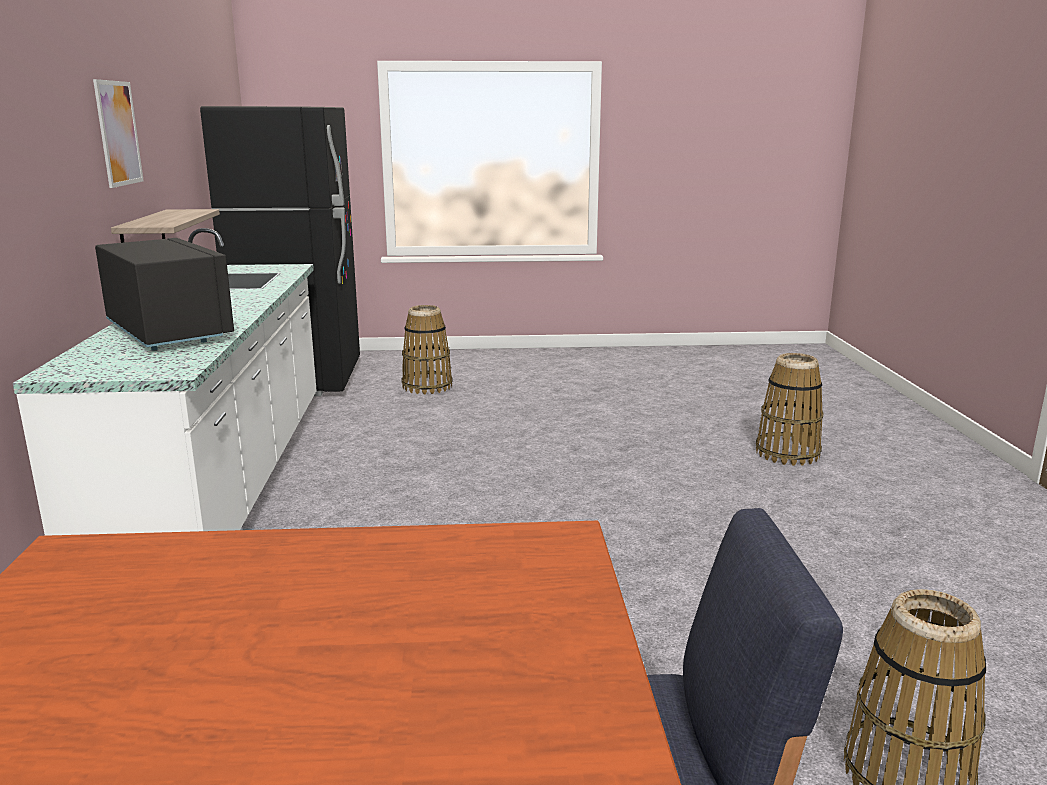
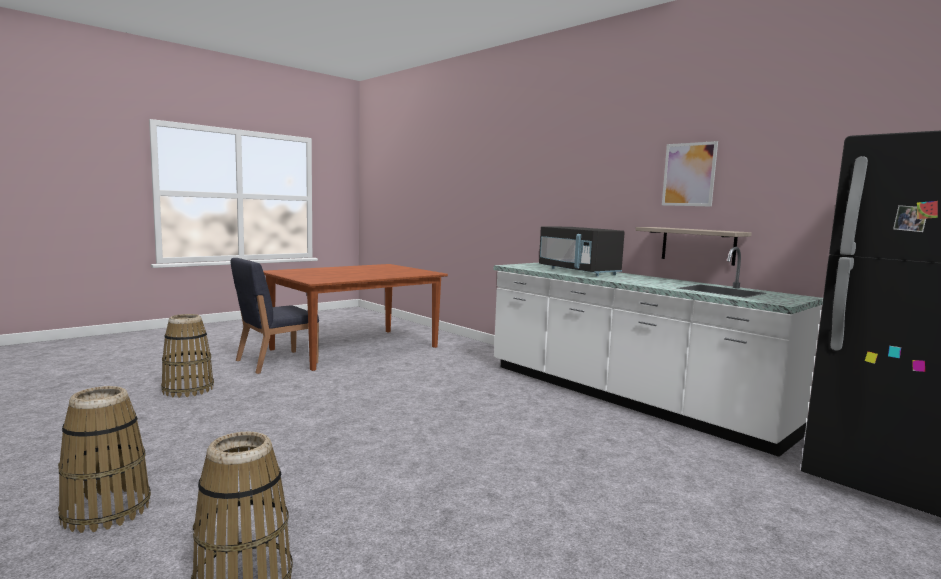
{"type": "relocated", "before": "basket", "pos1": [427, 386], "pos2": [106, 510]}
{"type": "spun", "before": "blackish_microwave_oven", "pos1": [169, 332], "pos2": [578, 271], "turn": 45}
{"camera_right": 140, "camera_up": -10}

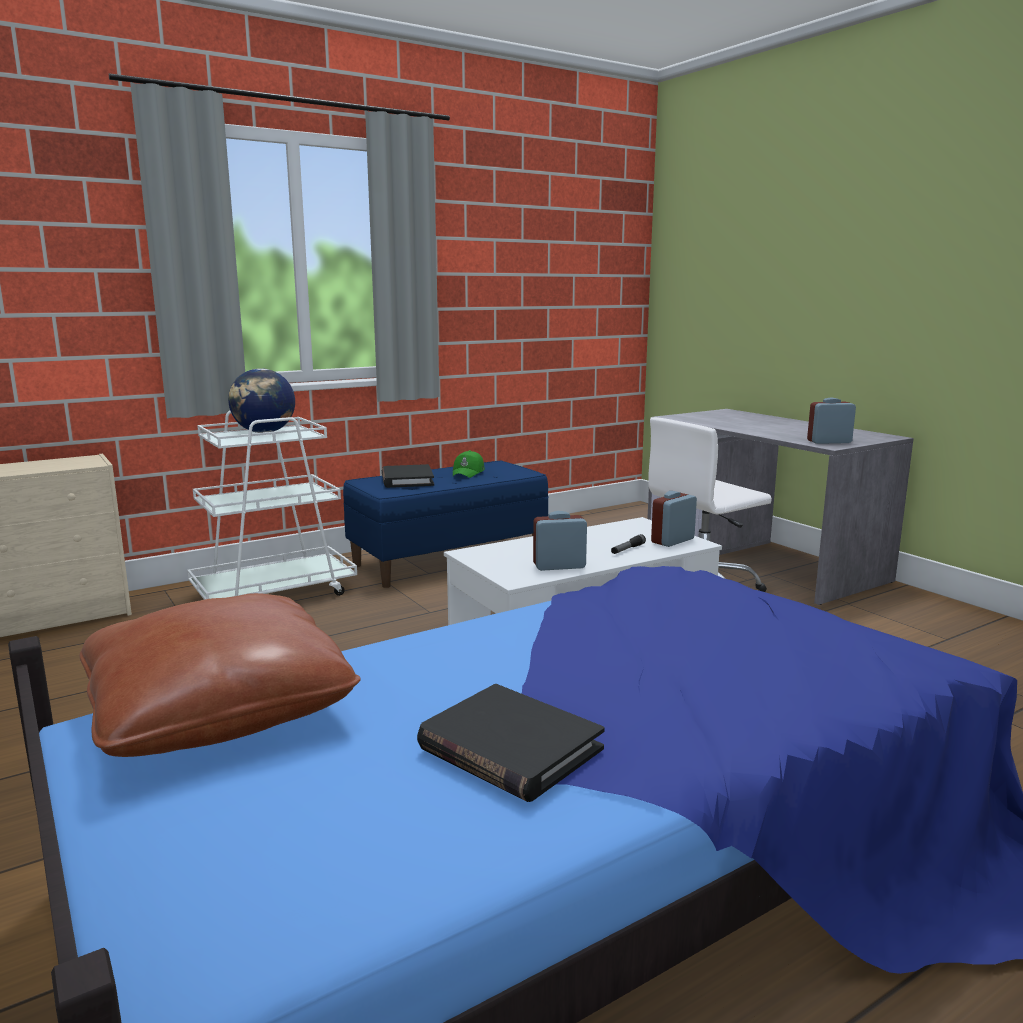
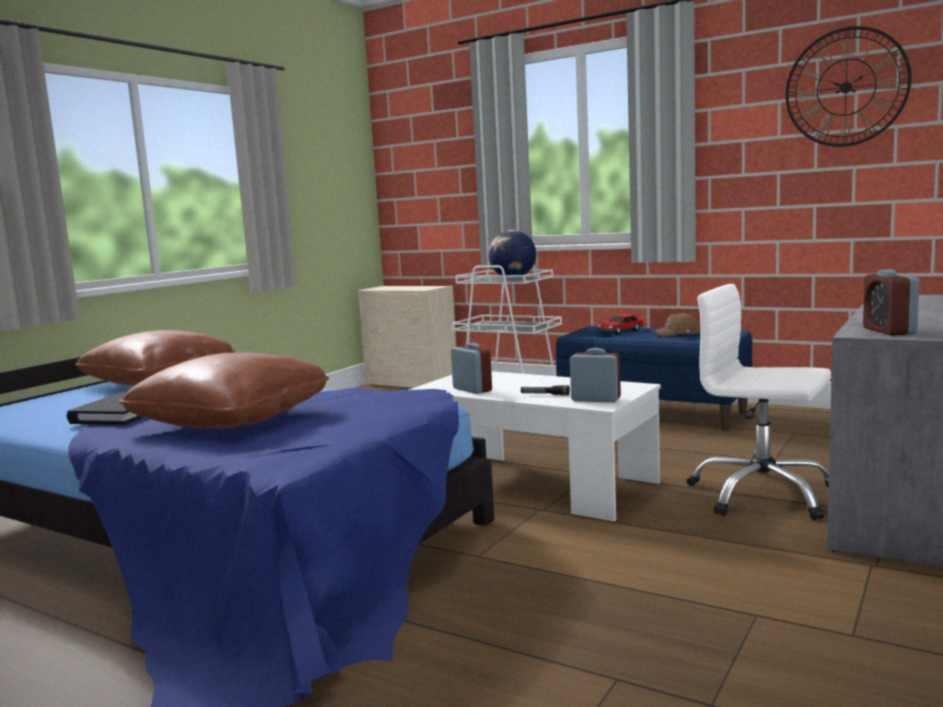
{"type": "appeared", "after": "brownish_cushion", "pos2": [232, 420]}
{"type": "appeared", "after": "hanging_clock", "pos2": [846, 87]}
{"type": "exchanged", "before": "blackish_book", "after": "model_car", "pos1": [407, 480], "pos2": [620, 331]}
{"type": "colour", "before": "green-coloured_baseball_cap", "after": "brownish_baseball_cap", "pos1": [468, 473], "pos2": [679, 334]}
{"type": "spun", "before": "alarm_clock", "pos1": [829, 442], "pos2": [889, 331], "turn": -150}
{"camera_right": 65, "camera_up": -5}

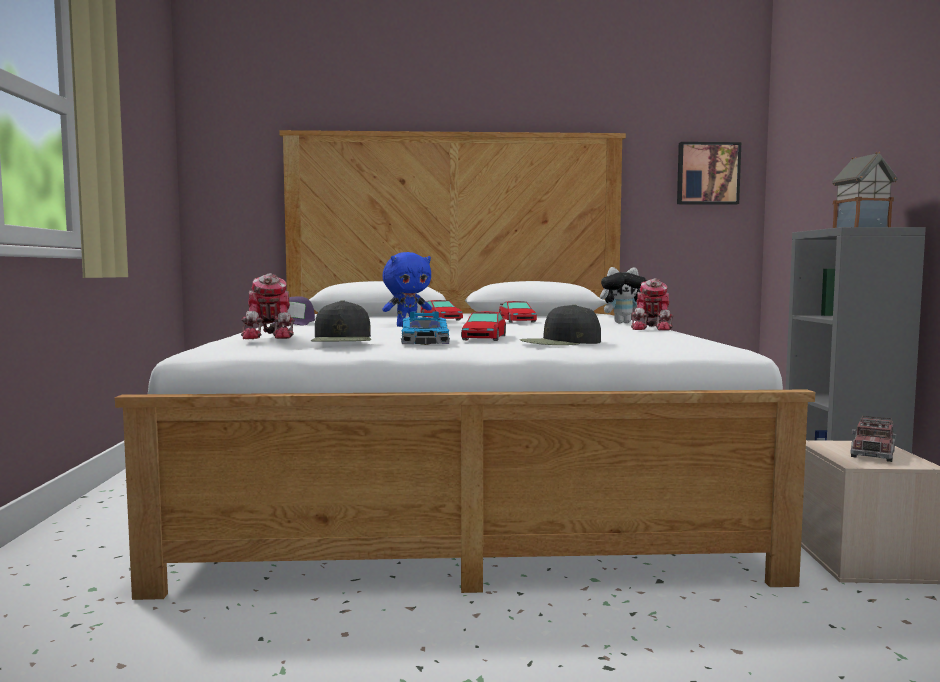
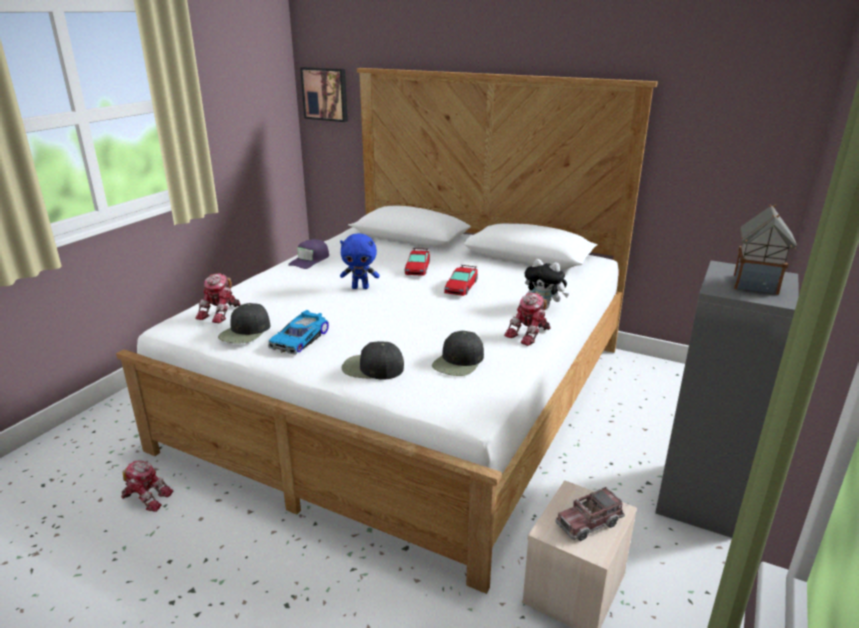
{"type": "missing", "before": "model_car", "pos1": [484, 338]}
{"type": "appeared", "after": "robot_figure", "pos2": [146, 497]}
{"type": "appeared", "after": "blackish_baseball_cap", "pos2": [459, 362]}
{"type": "relocated", "before": "picture", "pos1": [707, 174], "pos2": [325, 94]}
{"camera_right": 30, "camera_up": 20}

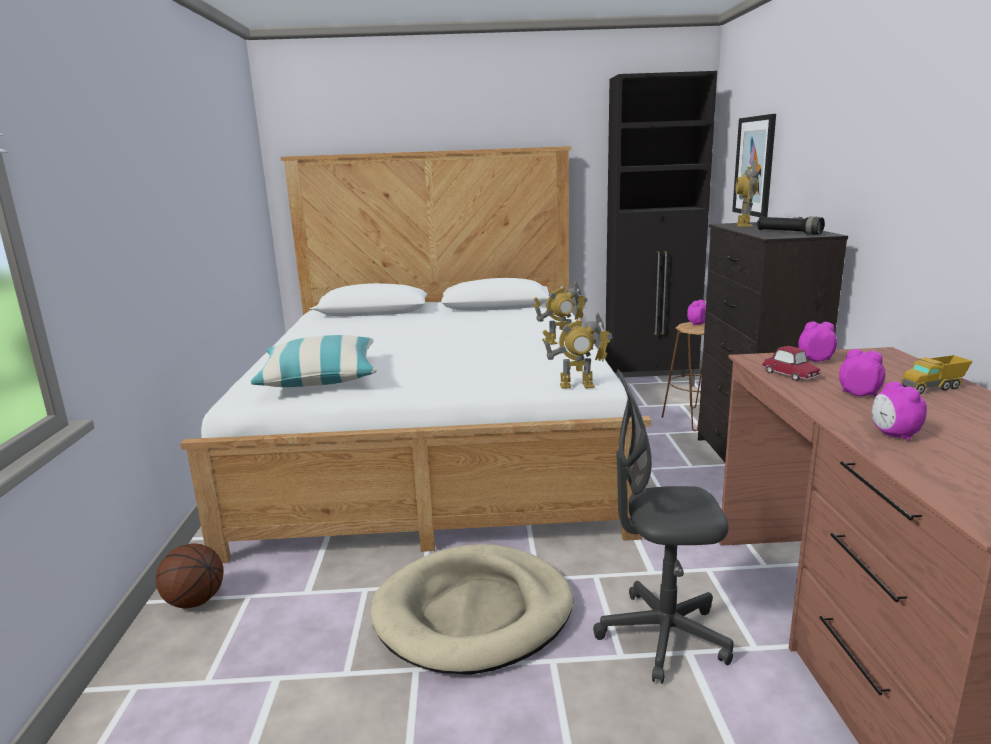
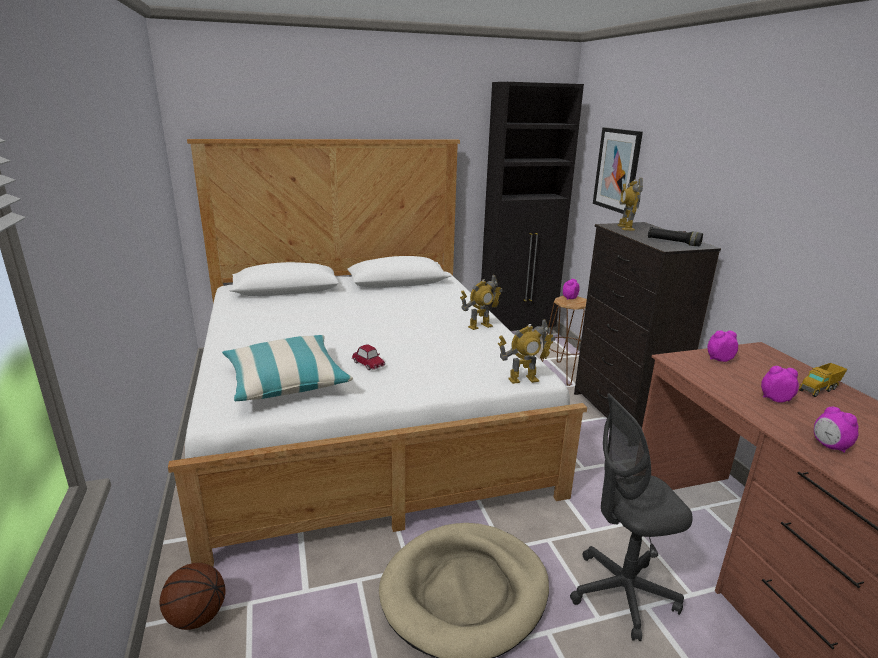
{"type": "relocated", "before": "model_car", "pos1": [790, 374], "pos2": [368, 364]}
{"camera_right": -15, "camera_up": 5}

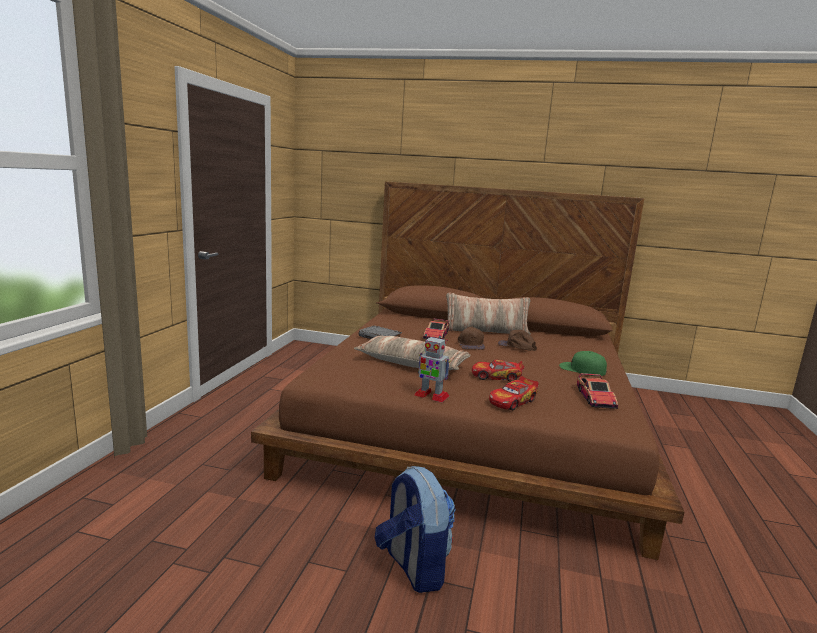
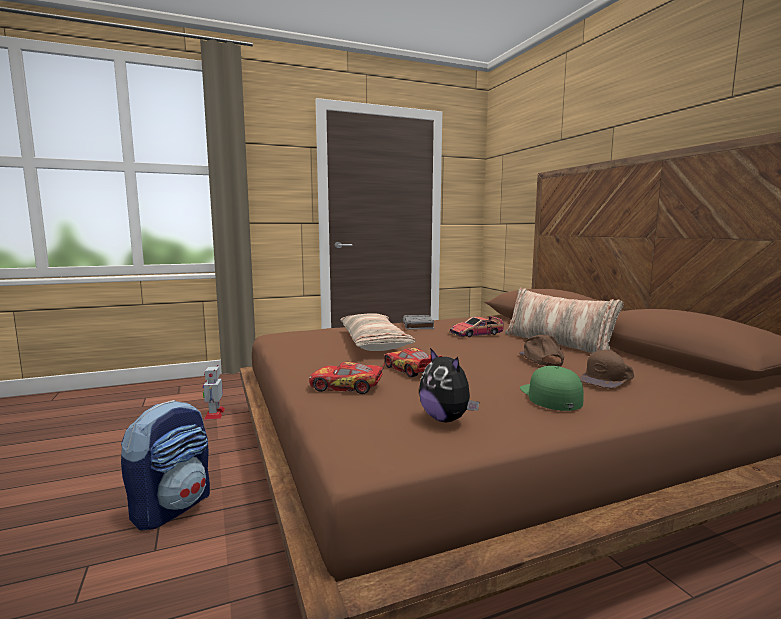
{"type": "relocated", "before": "robot_figure", "pos1": [431, 395], "pos2": [214, 414]}
{"type": "relocated", "before": "brownish_baseball_cap", "pos1": [471, 344], "pos2": [607, 379]}
{"type": "exchanged", "before": "model_car", "after": "cuddly_toy", "pos1": [595, 398], "pos2": [446, 419]}
{"camera_right": 55, "camera_up": -5}

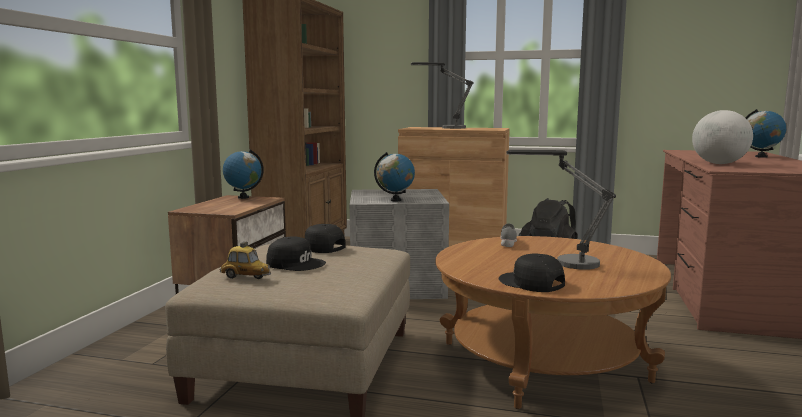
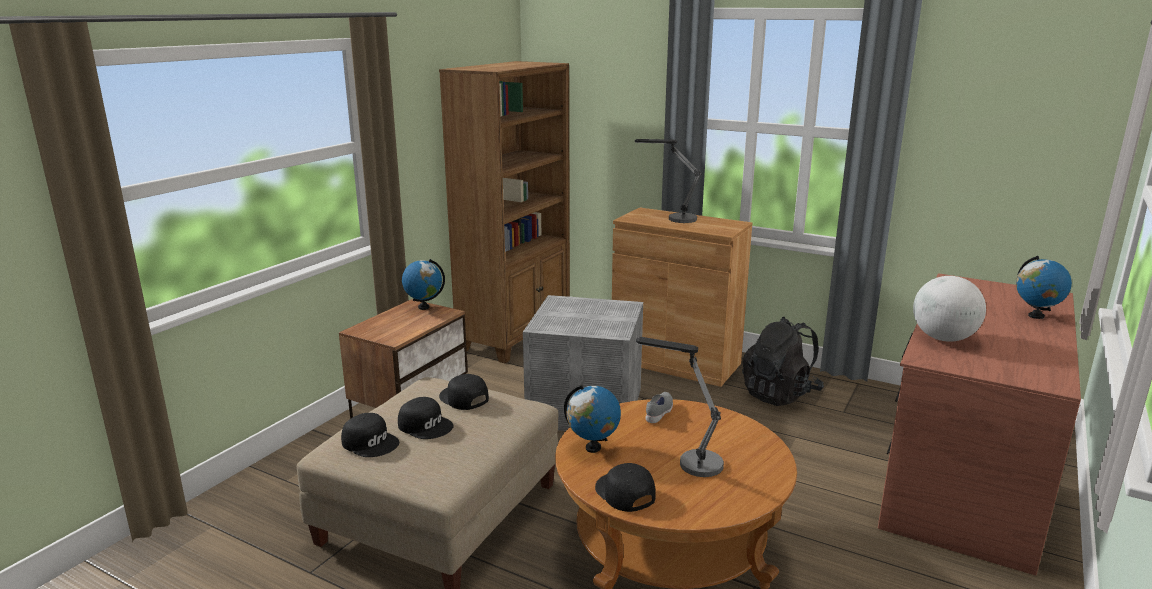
{"type": "relocated", "before": "globe", "pos1": [395, 200], "pos2": [593, 448]}
{"type": "exchanged", "before": "model_car", "after": "blackish_baseball_cap", "pos1": [245, 277], "pos2": [371, 442]}
{"camera_right": 15, "camera_up": 10}

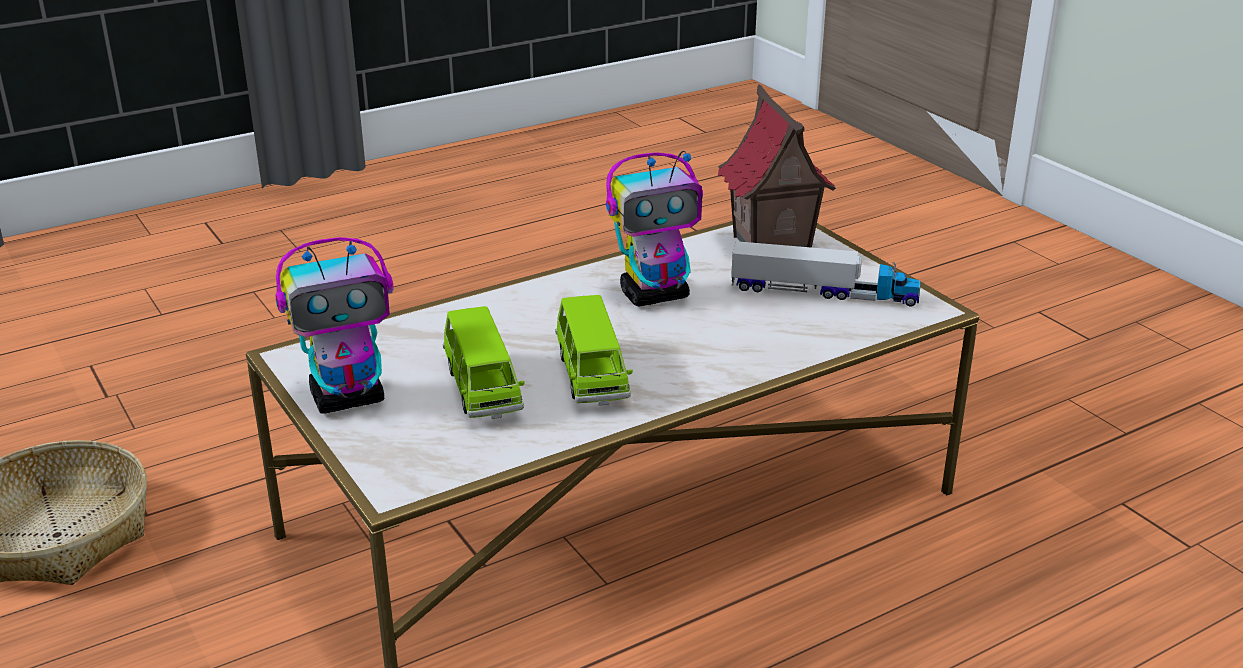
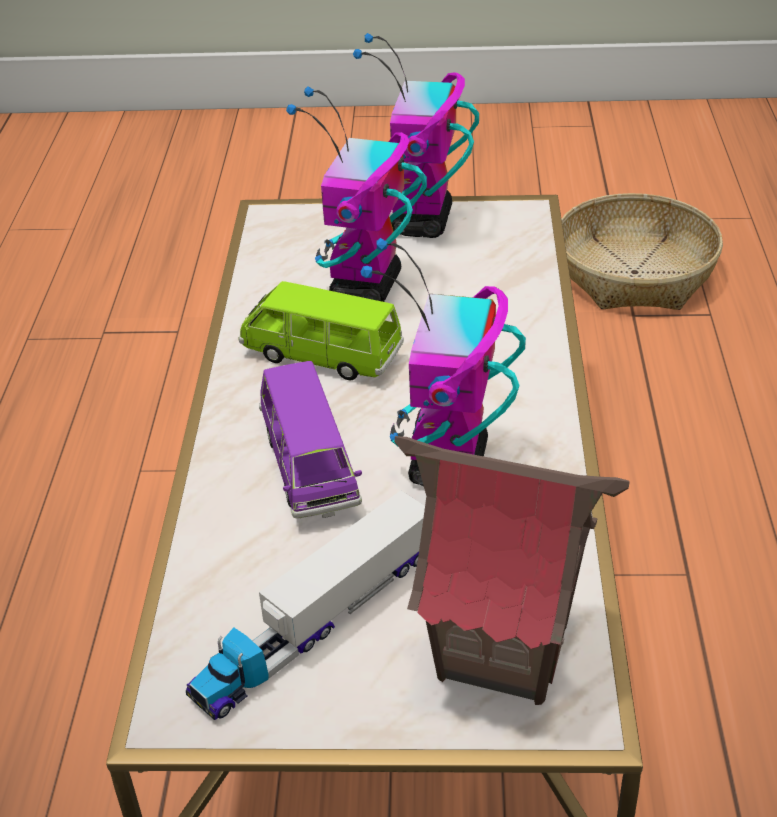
{"type": "appeared", "after": "purple_model_car", "pos2": [309, 467]}
{"type": "exchanged", "before": "green-coloured_model_car", "after": "robot_figure", "pos1": [482, 389], "pos2": [366, 289]}
{"camera_right": 125, "camera_up": 10}

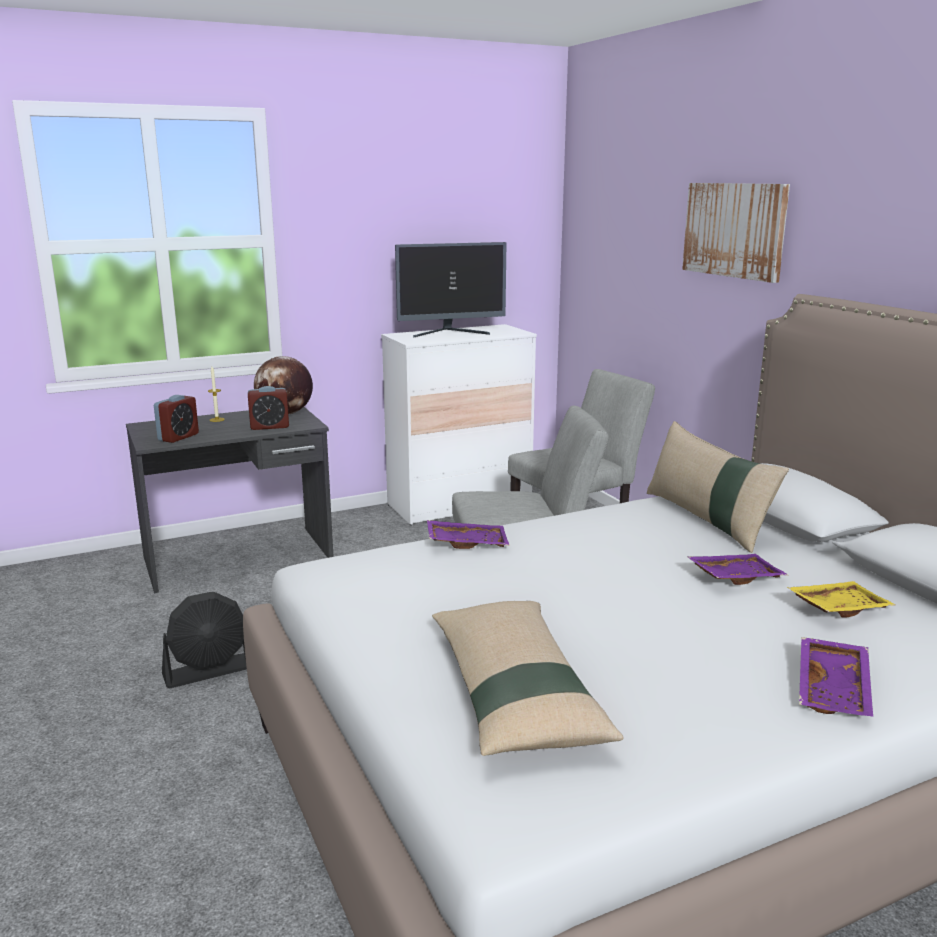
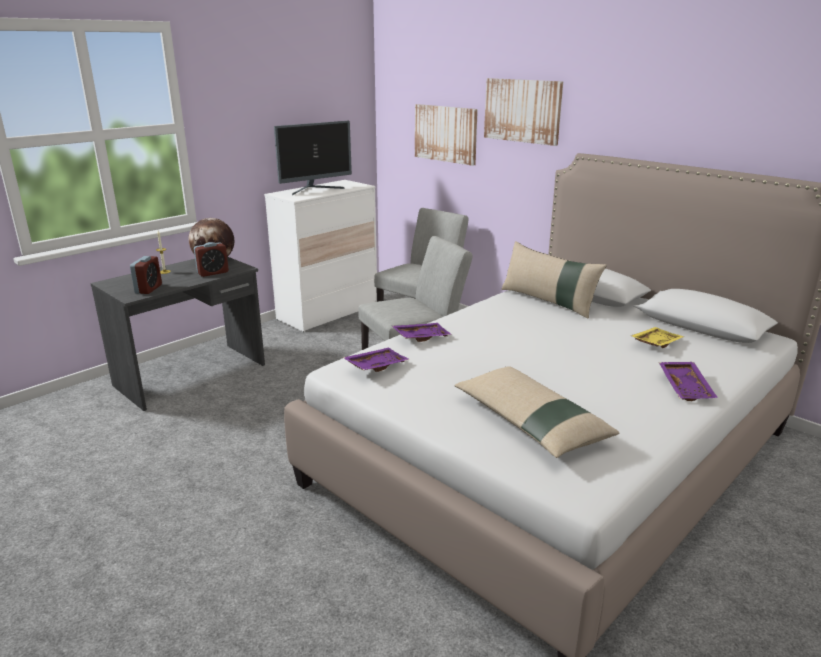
{"type": "missing", "before": "blackish_cooling_fan", "pos1": [210, 671]}
{"type": "appeared", "after": "picture", "pos2": [446, 133]}
{"type": "relocated", "before": "purple_carrying_tray", "pos1": [734, 577], "pos2": [376, 366]}
{"camera_right": -20, "camera_up": 5}

